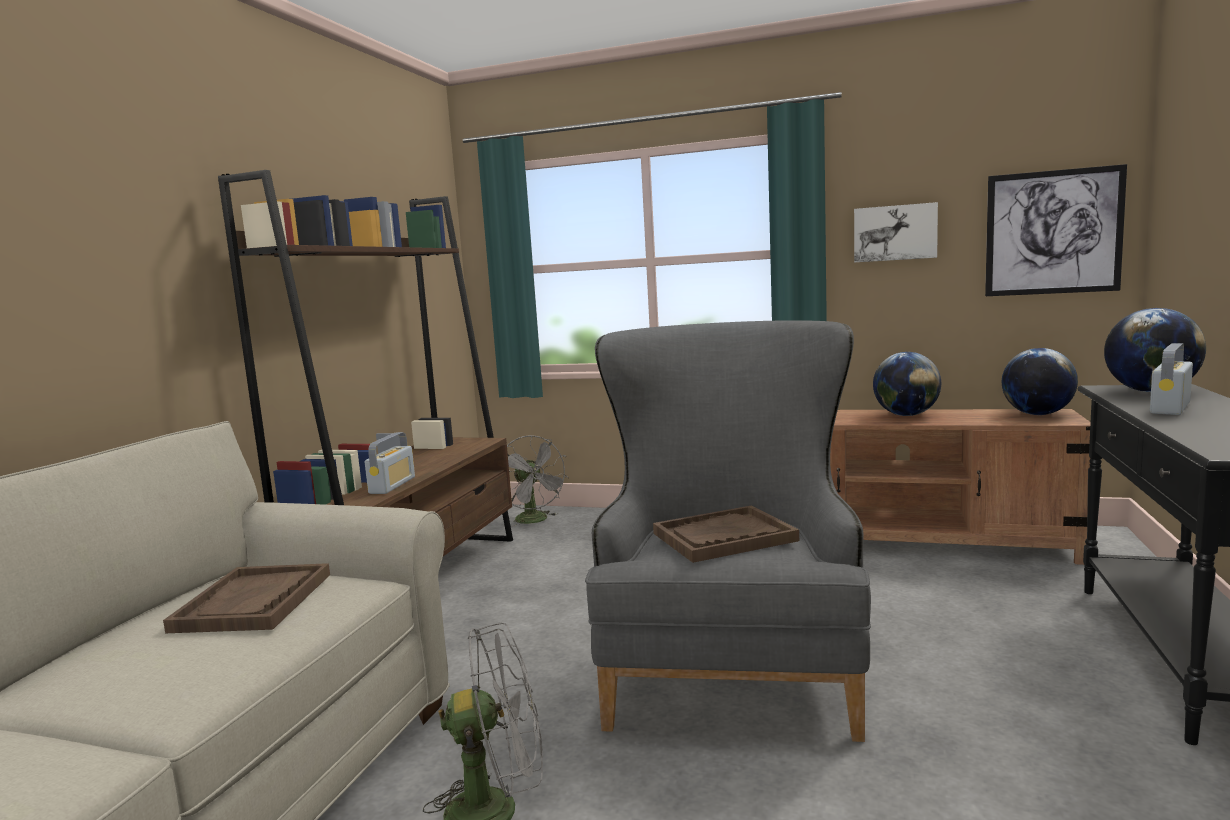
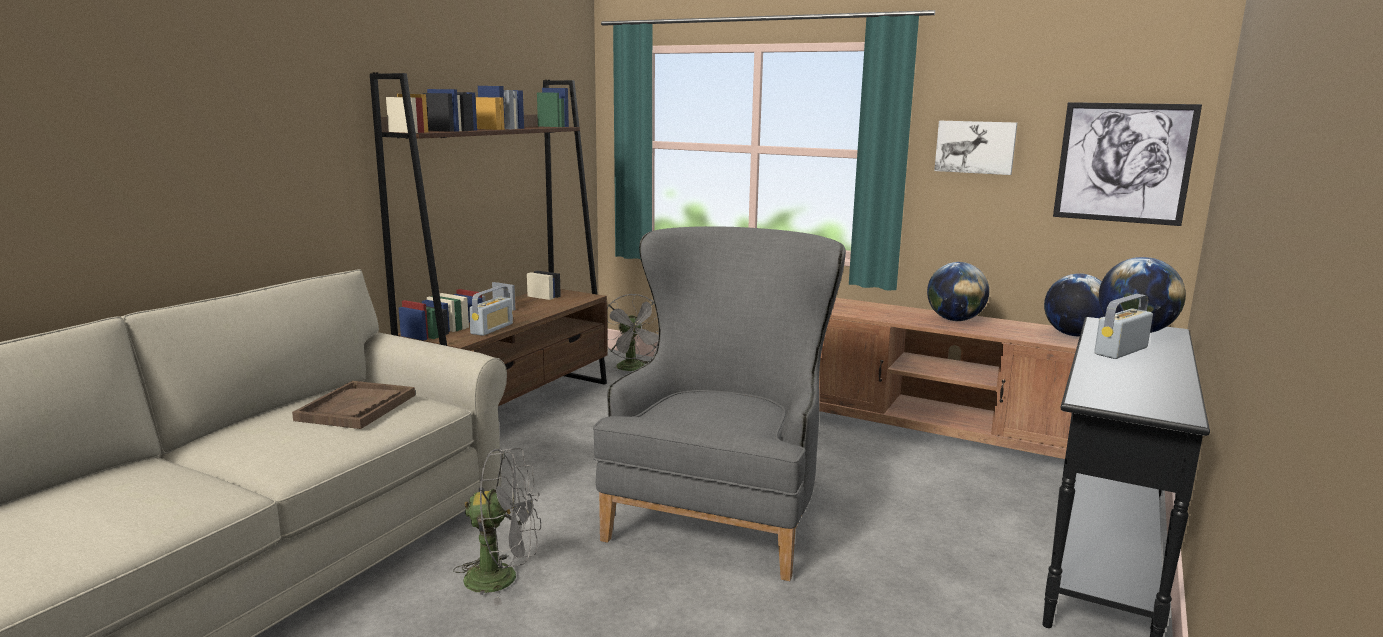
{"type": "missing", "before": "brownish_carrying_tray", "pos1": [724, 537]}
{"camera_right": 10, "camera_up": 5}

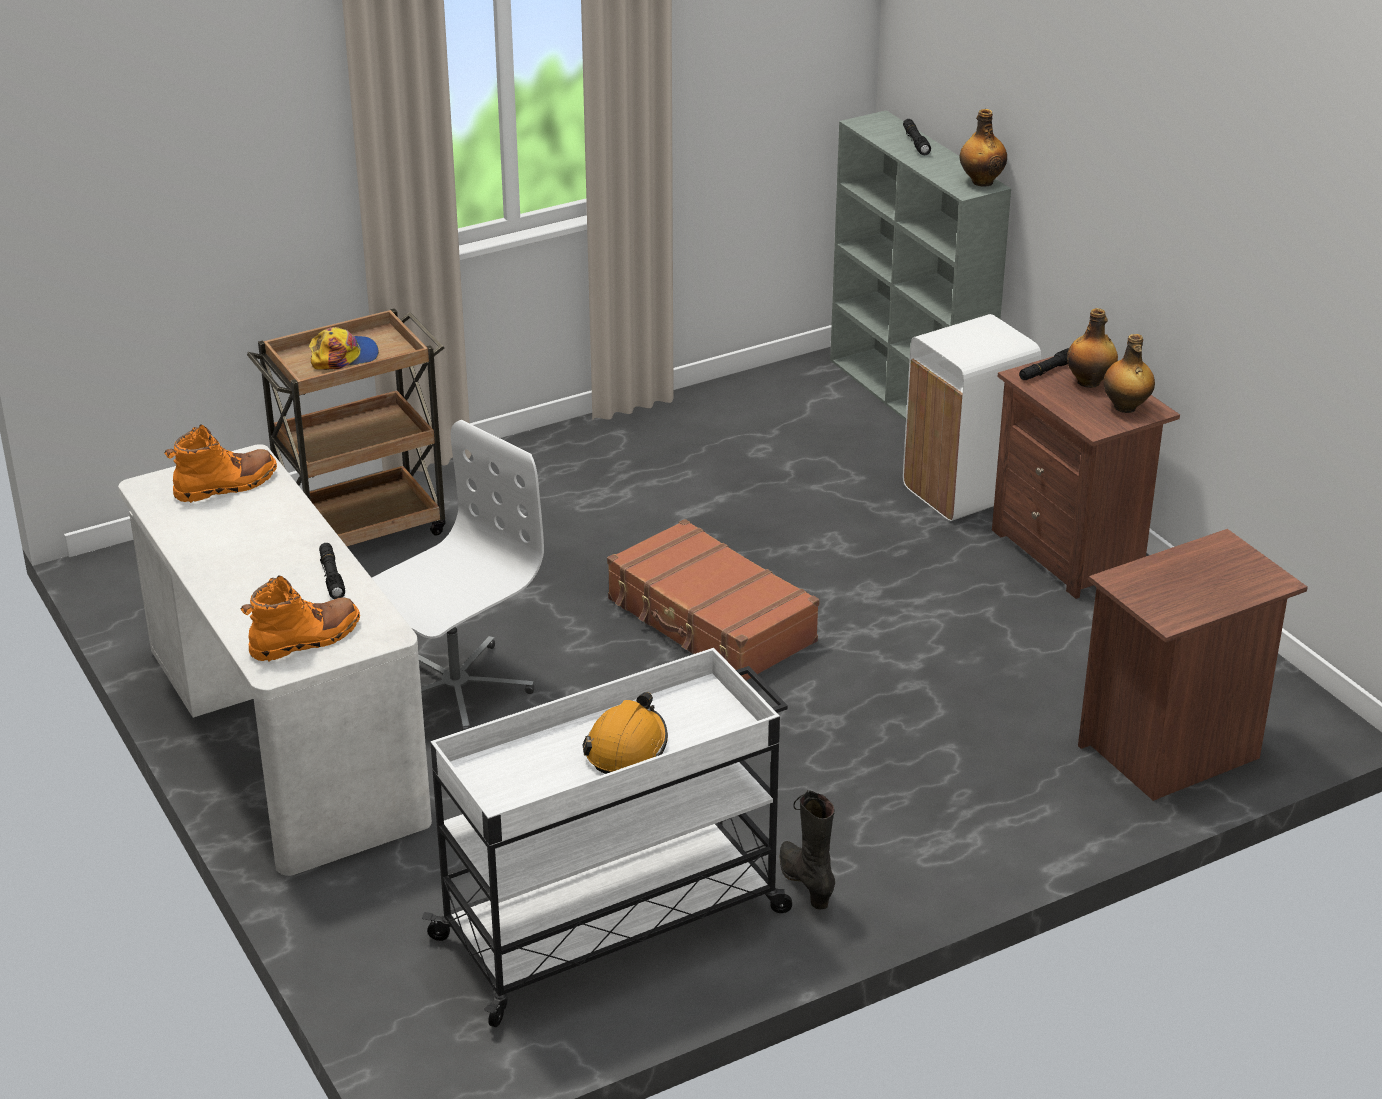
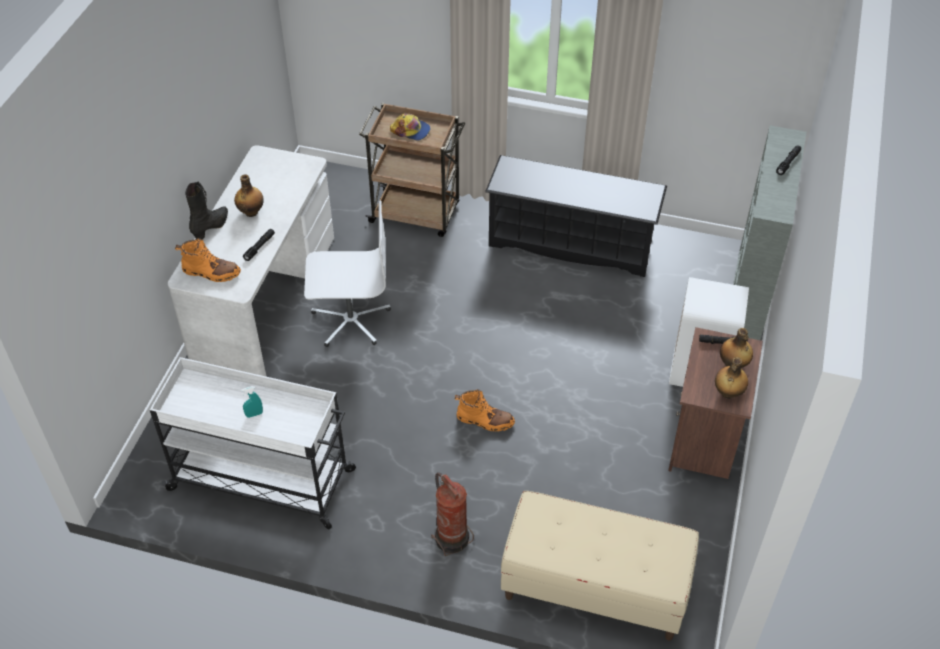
{"type": "missing", "before": "brownish_suitcase", "pos1": [710, 622]}
{"type": "appeared", "after": "fire-fighting_cylinder", "pos2": [451, 537]}
{"type": "appeared", "after": "blackish_shoe_rack", "pos2": [571, 244]}
{"type": "relocated", "before": "orange_boot", "pos1": [226, 485], "pos2": [485, 420]}
{"type": "relocated", "before": "blackish_boot", "pos1": [806, 883], "pos2": [211, 227]}
{"type": "relocated", "before": "drink_bottle", "pos1": [981, 181], "pos2": [251, 212]}
{"type": "exchanged", "before": "orange_safety_helmet", "after": "blue-green_sprayer", "pos1": [626, 747], "pos2": [254, 414]}
{"type": "exchanged", "before": "brownish_nightstand", "after": "beige_indoor_bench", "pos1": [1172, 751], "pos2": [594, 588]}
{"camera_right": 45, "camera_up": 15}

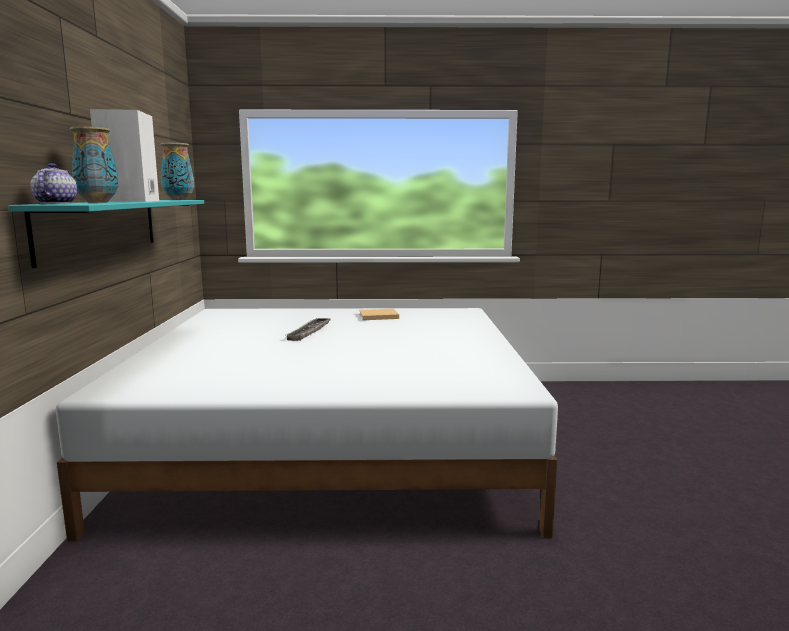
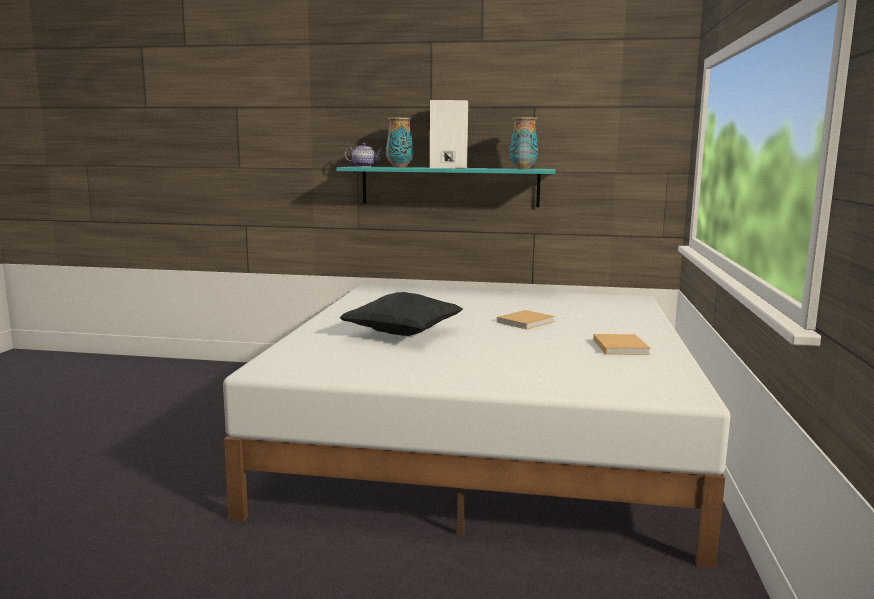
{"type": "appeared", "after": "blackish_cushion", "pos2": [402, 334]}
{"type": "exchanged", "before": "carrying_tray", "after": "beige_book", "pos1": [309, 332], "pos2": [527, 321]}
{"camera_right": 100, "camera_up": 0}

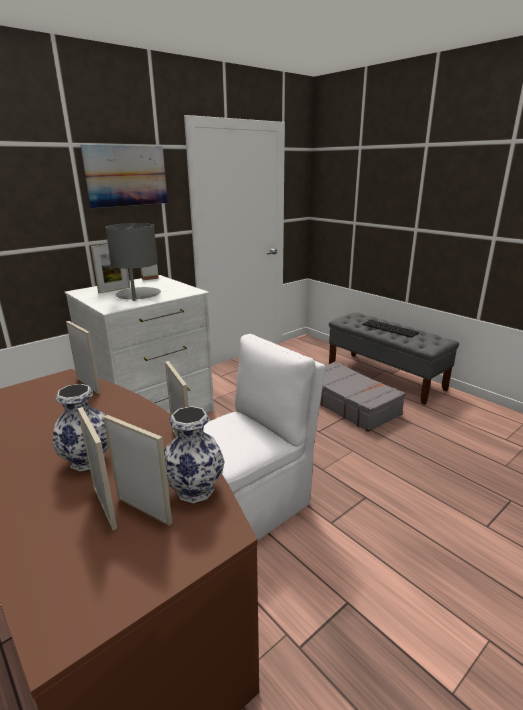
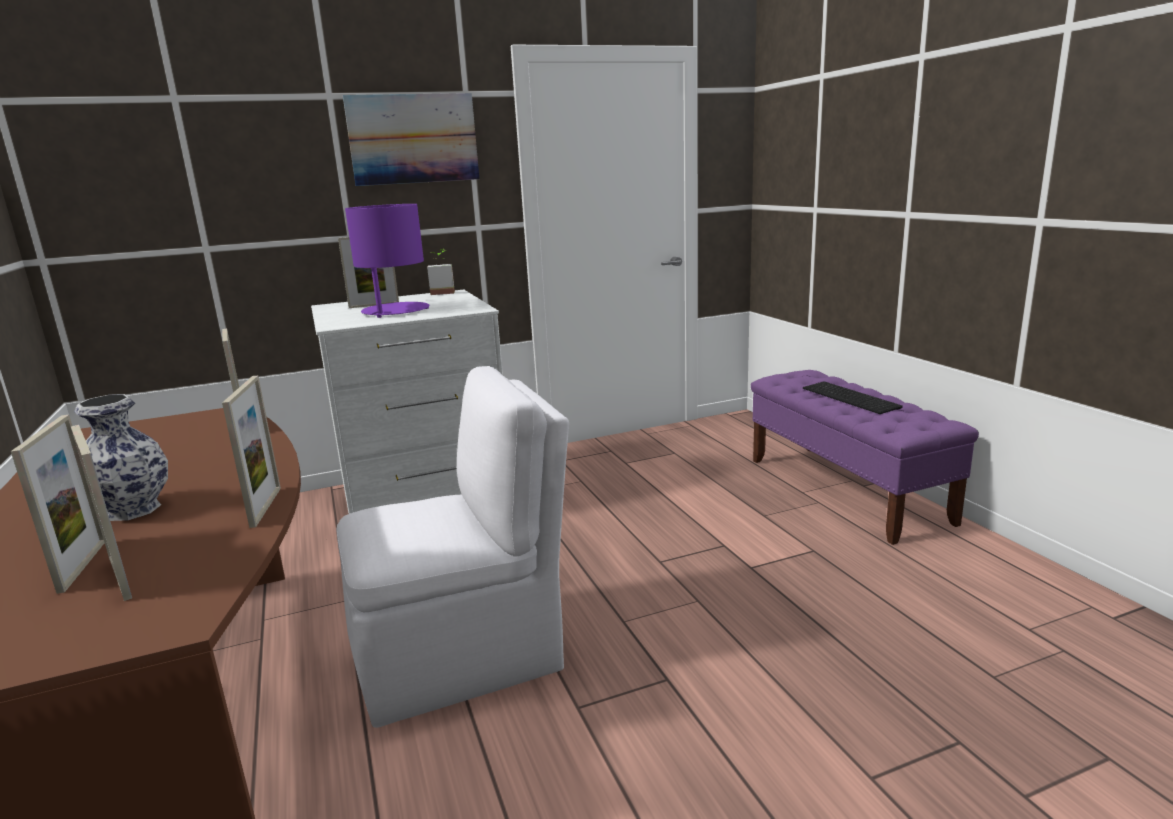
{"type": "missing", "before": "decorative_vase", "pos1": [196, 489]}
{"type": "missing", "before": "greyish_suitcase", "pos1": [349, 403]}
{"type": "colour", "before": "greyish_tabletop_lamp", "after": "purple_tabletop_lamp", "pos1": [138, 295], "pos2": [395, 311]}
{"type": "colour", "before": "greyish_indoor_bench", "after": "purple_indoor_bench", "pos1": [385, 377], "pos2": [846, 490]}
{"camera_right": 20, "camera_up": -5}

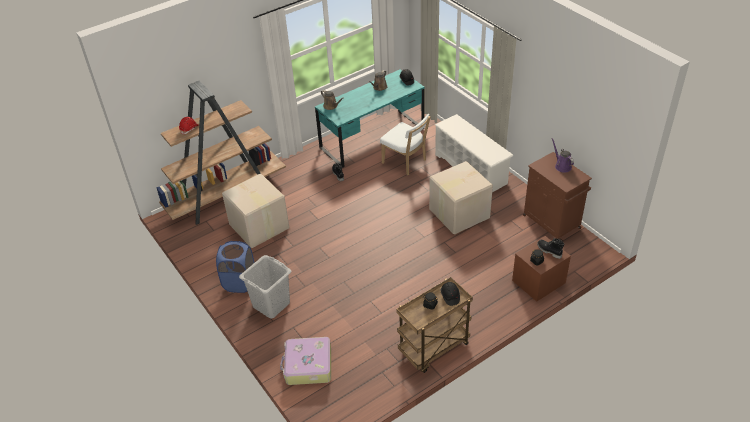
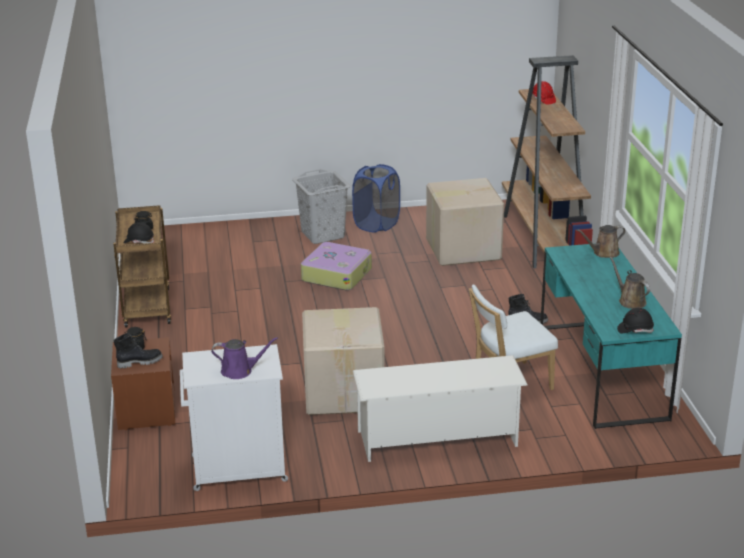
{"type": "relocated", "before": "suitcase", "pos1": [308, 366], "pos2": [336, 274]}
{"type": "colour", "before": "brownish_storage_cabinet", "after": "white_storage_cabinet", "pos1": [552, 223], "pos2": [237, 469]}
{"camera_right": 115, "camera_up": -15}

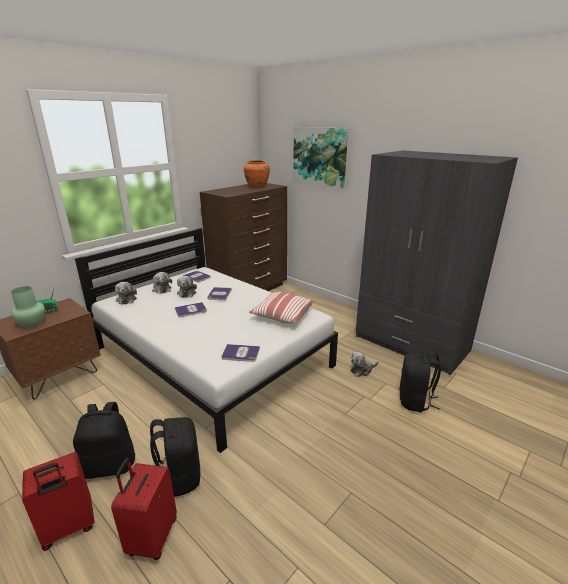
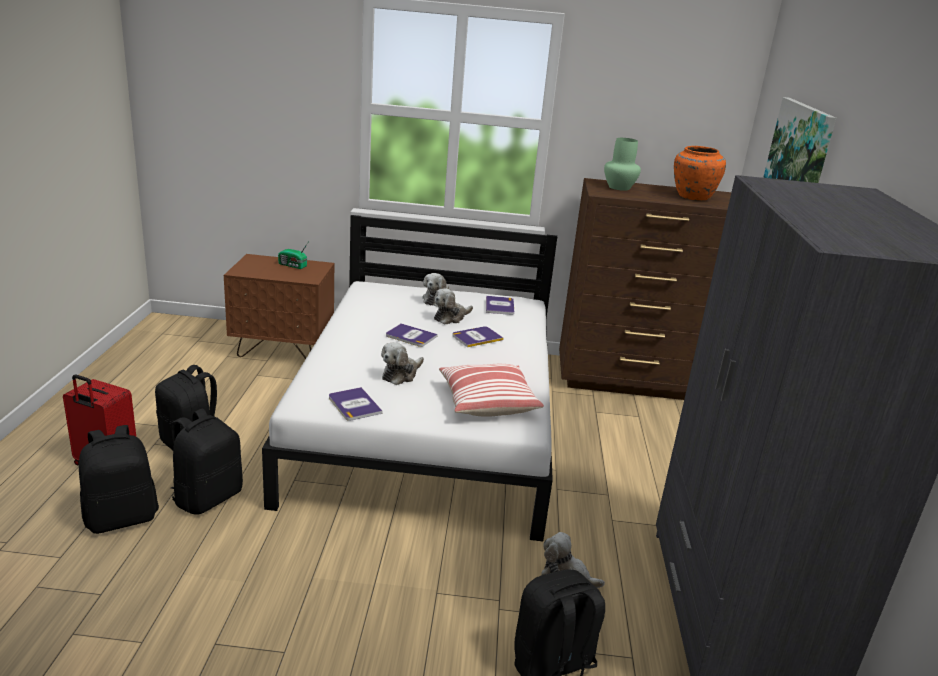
{"type": "relocated", "before": "green-coloured_decorative_vase", "pos1": [31, 324], "pos2": [618, 187]}
{"type": "relocated", "before": "cuddly_toy", "pos1": [126, 299], "pos2": [401, 374]}
{"type": "exchanged", "before": "red_suitcase", "after": "blackish_rucksack", "pos1": [152, 537], "pos2": [122, 517]}
{"camera_right": 50, "camera_up": 0}

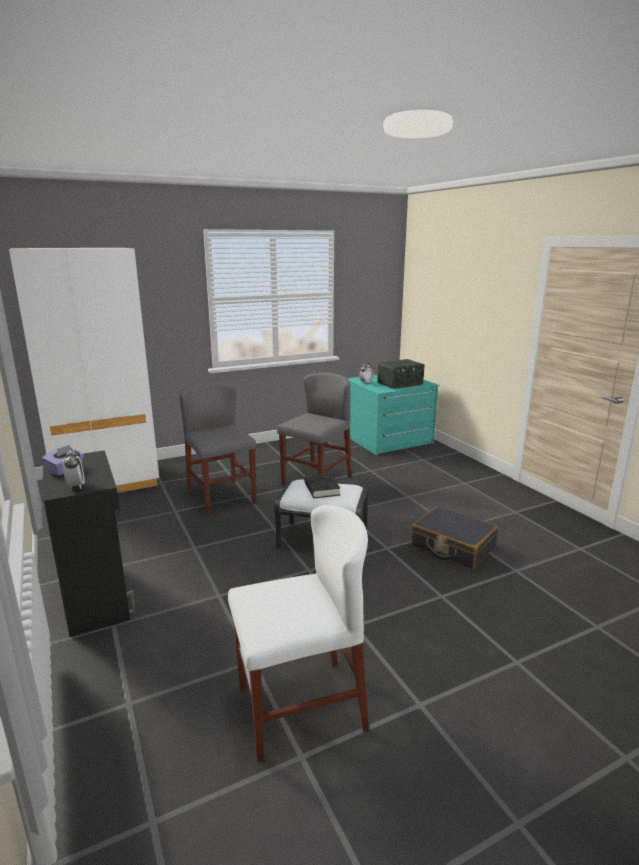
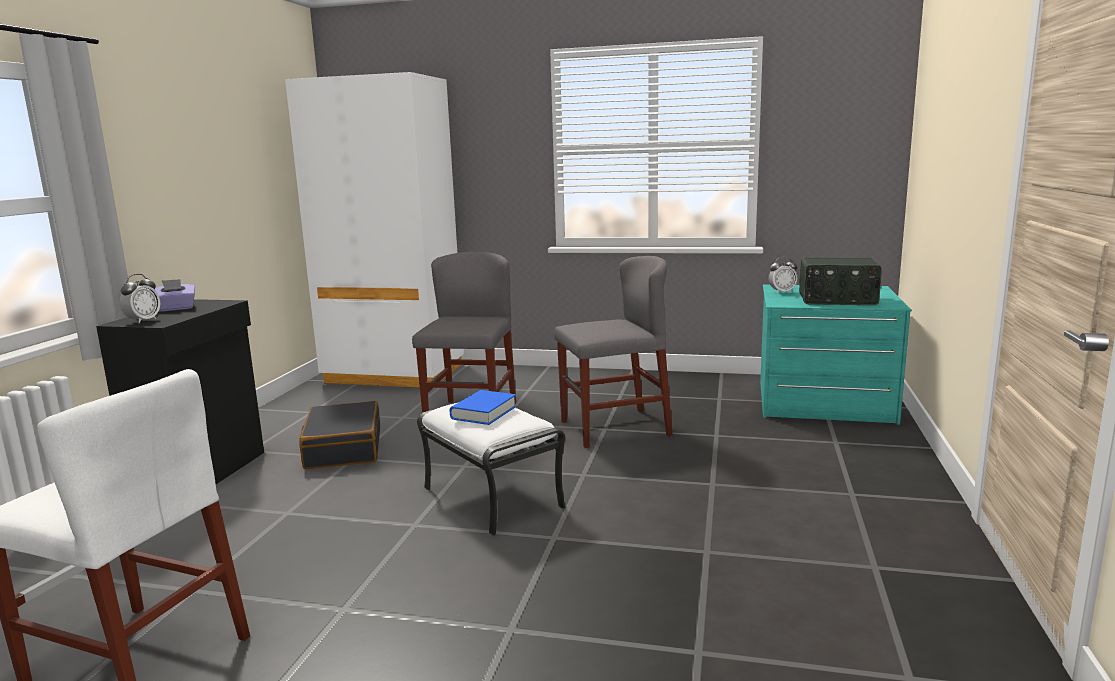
{"type": "relocated", "before": "blackish_suitcase", "pos1": [452, 547], "pos2": [343, 448]}
{"type": "colour", "before": "blackish_book", "after": "bluish_book", "pos1": [321, 489], "pos2": [483, 413]}
{"camera_right": 40, "camera_up": -5}

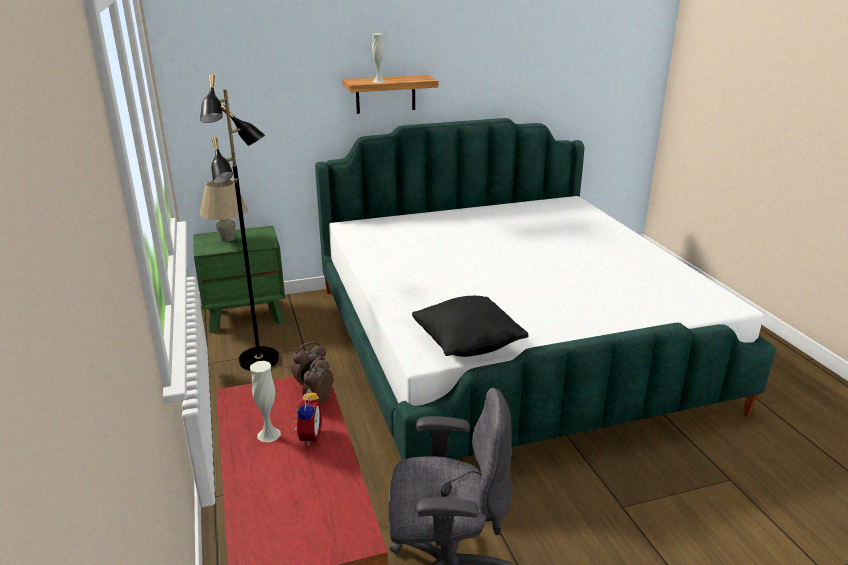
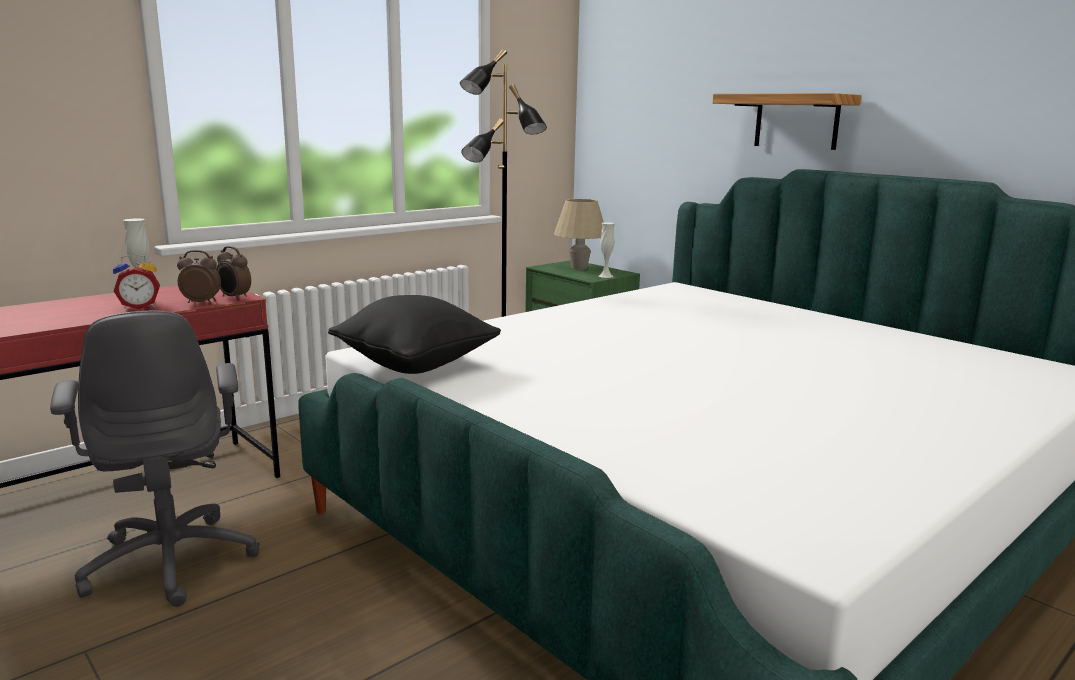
{"type": "relocated", "before": "white_decorative_vase", "pos1": [378, 81], "pos2": [605, 276]}
{"camera_right": 65, "camera_up": -10}

